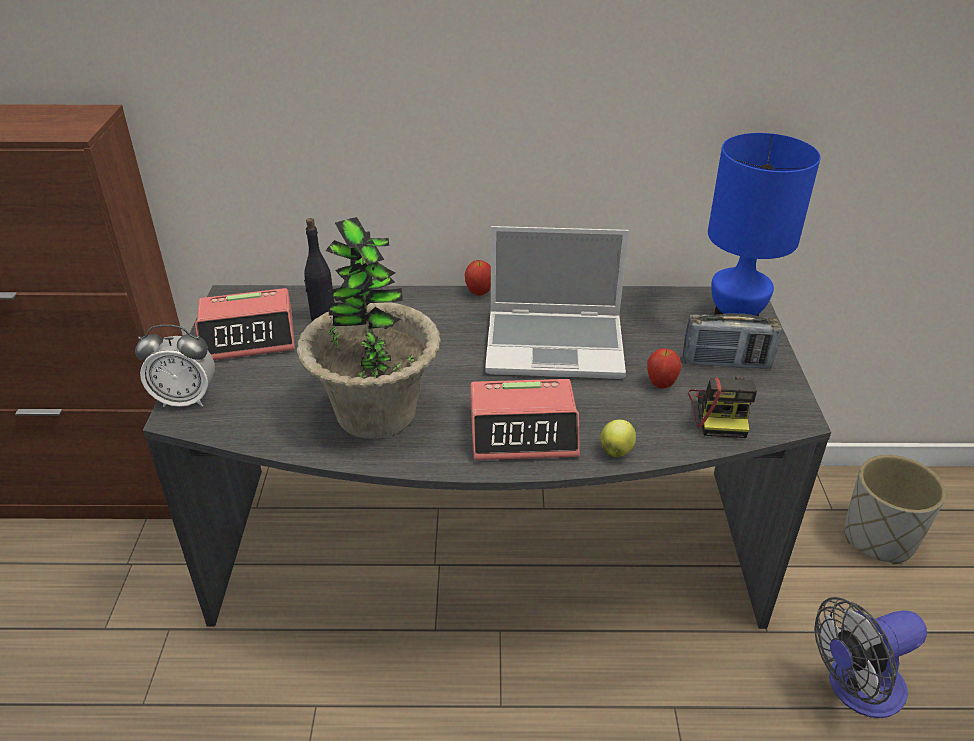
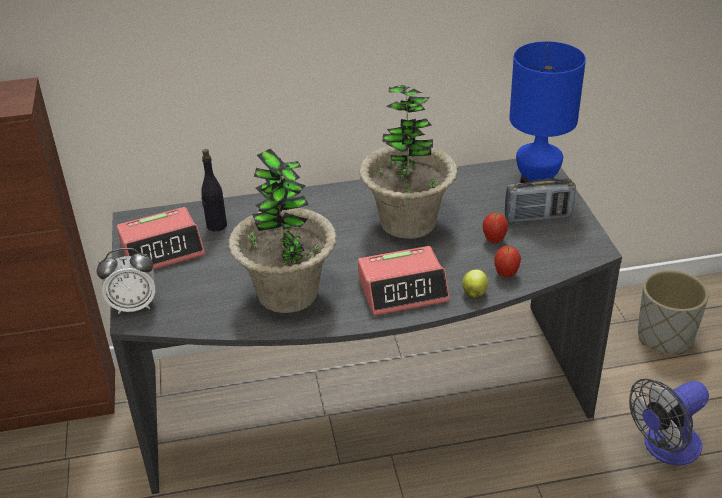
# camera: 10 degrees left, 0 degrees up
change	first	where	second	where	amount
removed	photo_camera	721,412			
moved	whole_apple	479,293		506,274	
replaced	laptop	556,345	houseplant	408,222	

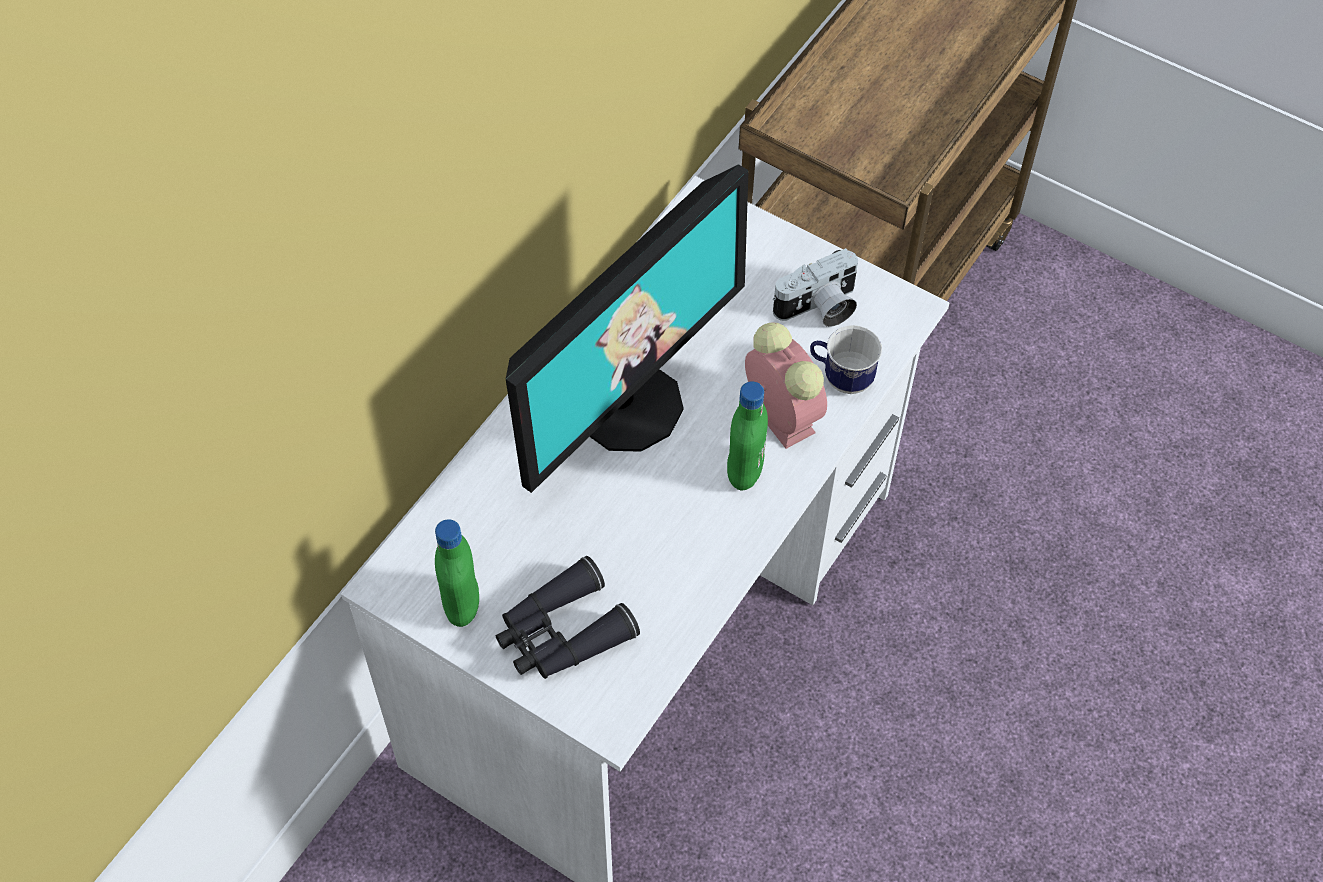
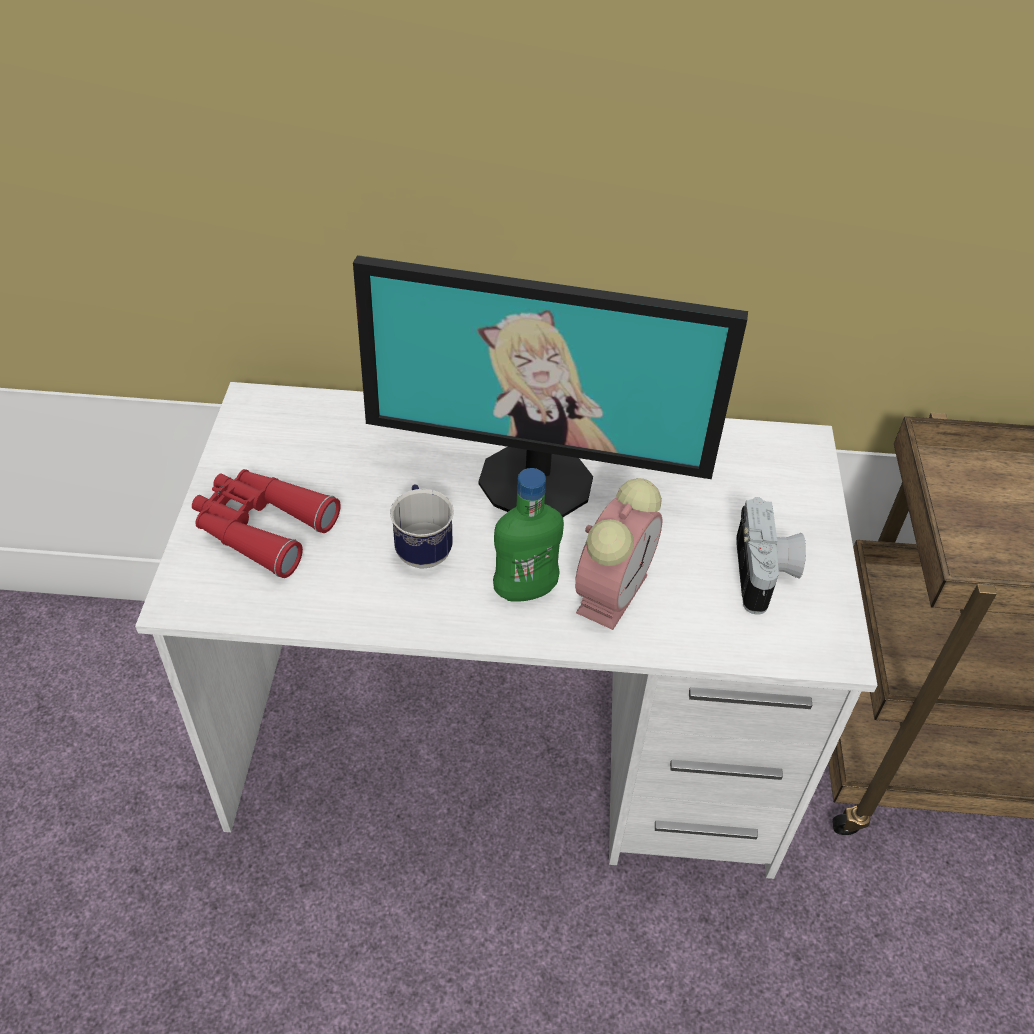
# camera: 60 degrees right, 10 degrees down
change	first	where	second	where	amount
removed	green_bottle	462,604			
moved	mug	841,377		422,547	
recoloured	black-coloured_pair_of_binoculars	561,633	red-coloured_pair_of_binoculars	261,528	
turned	photo_camera	819,308		765,574	120 degrees counterclockwise

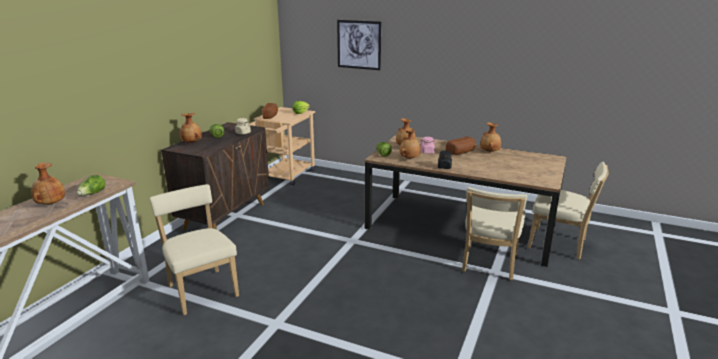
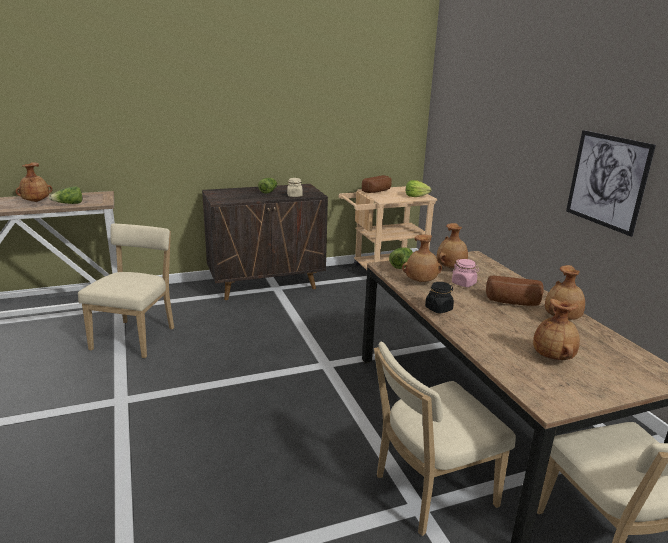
# camera: 45 degrees right, 0 degrees up
change	first	where	second	where	amount
moved	brown-coloured_decorative_vase	192,142		553,357	
moved	wall_art	359,44		607,181	

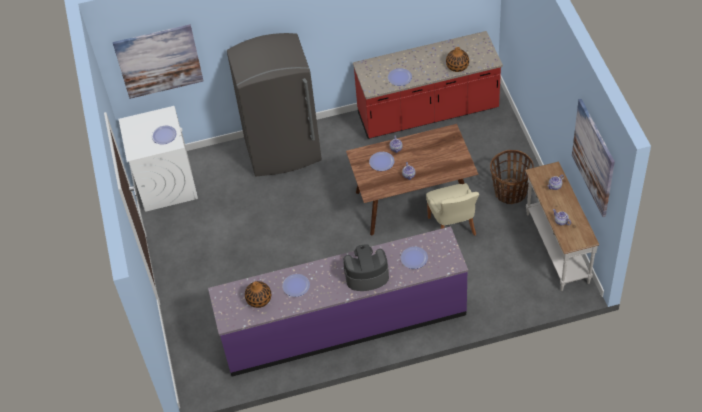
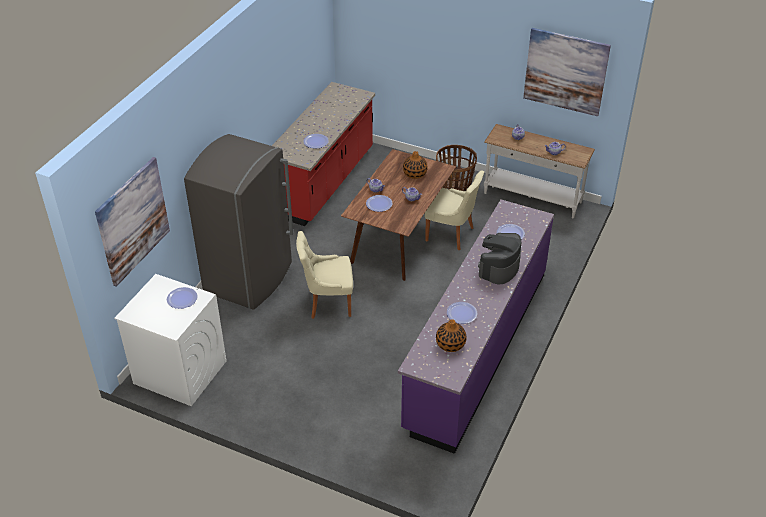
# camera: 55 degrees left, 10 degrees down
change	first	where	second	where	amount
added			beige-coloured_plain_chair	327,302	
moved	decorative_vase	457,66		415,174	

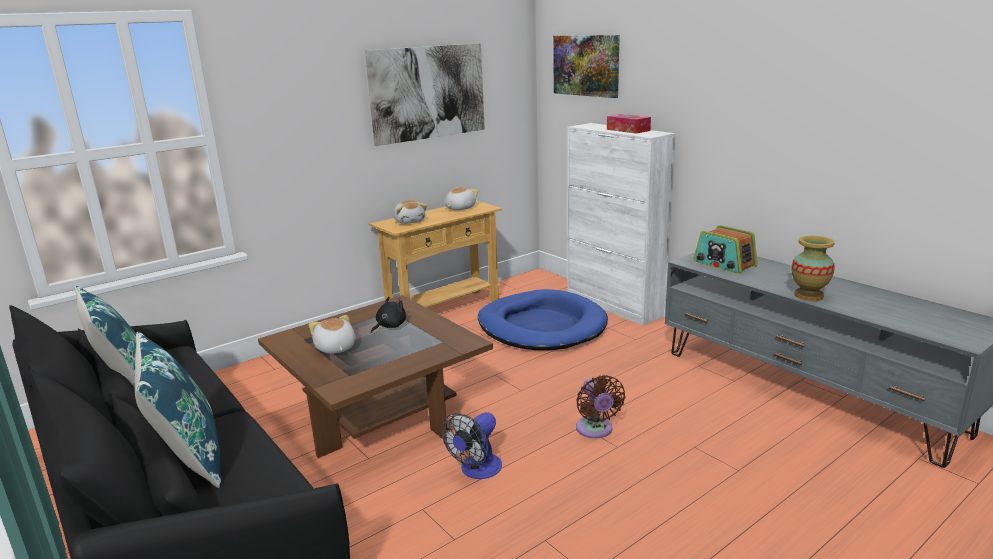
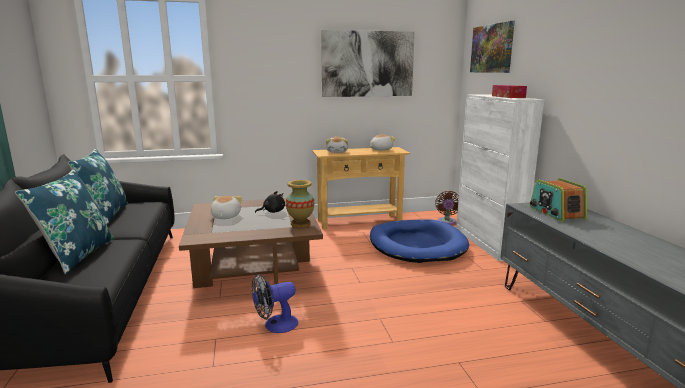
# camera: 25 degrees right, 5 degrees down
change	first	where	second	where	amount
moved	brown-coloured_electric_fan	595,430		446,222	
moved	decorative_vase	809,295		300,224	

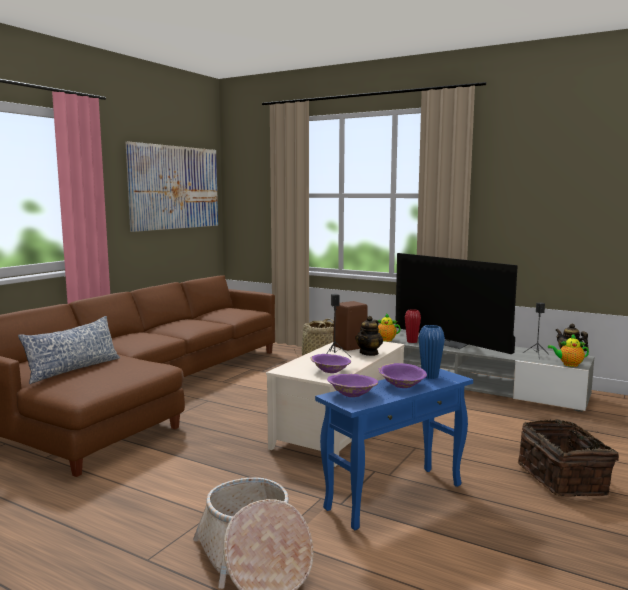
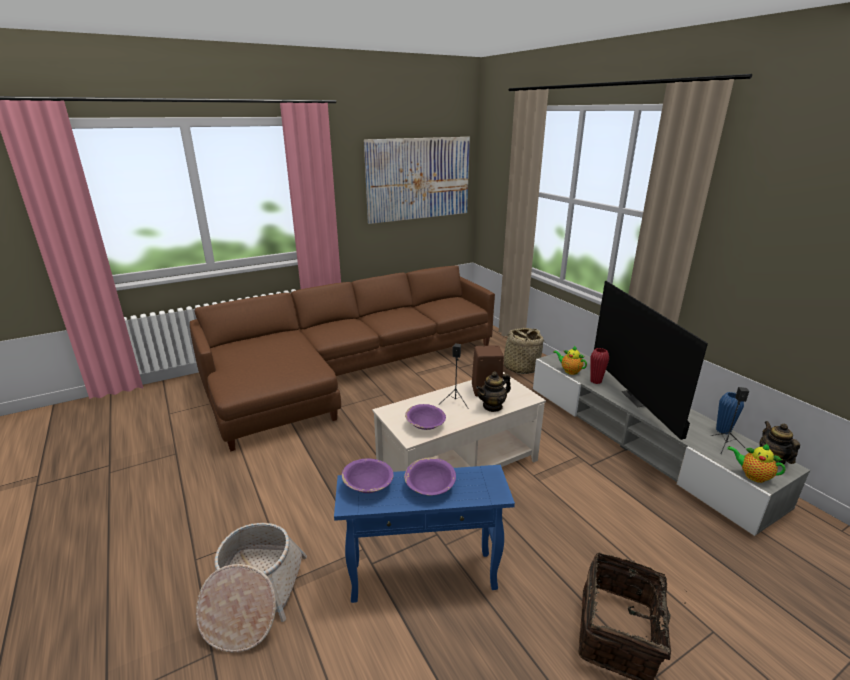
# camera: 30 degrees right, 15 degrees up
change	first	where	second	where	amount
removed	cushion	73,369			
moved	bluish_decorative_vase	430,376		723,430	

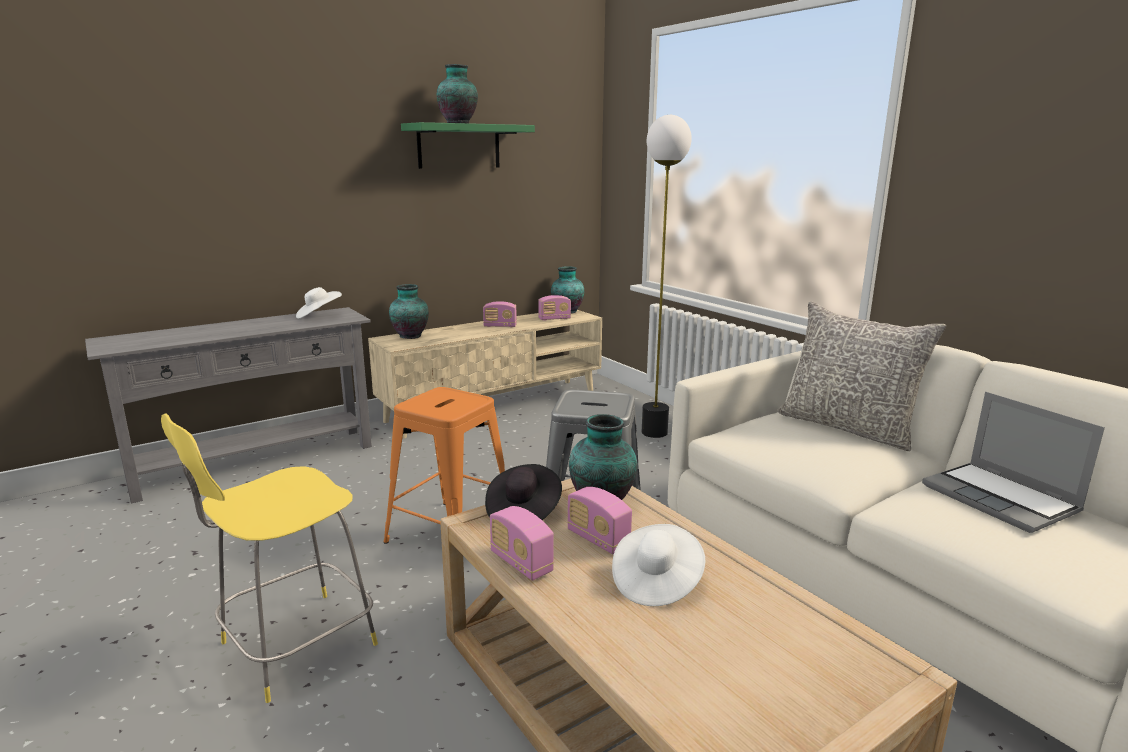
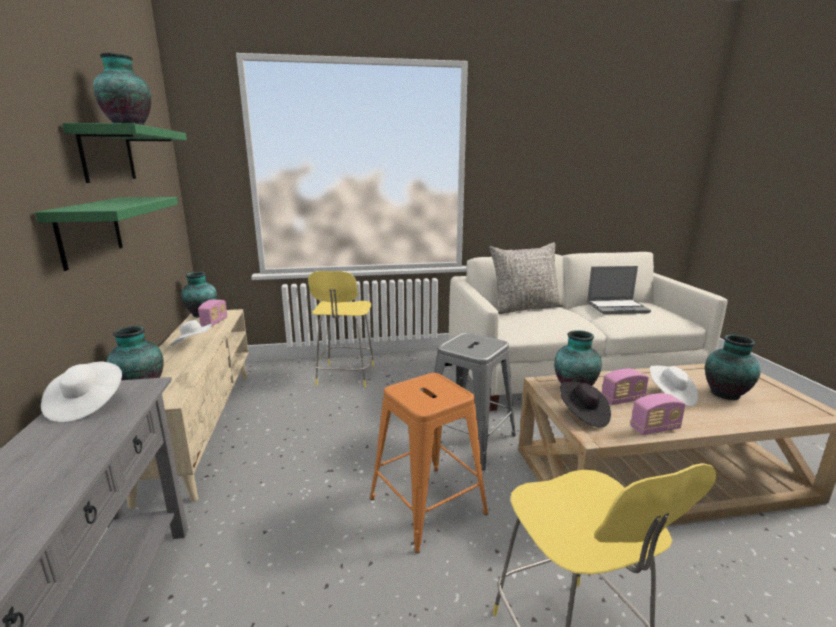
# camera: 65 degrees left, 0 degrees up
change	first	where	second	where	amount
added			green_shelf	90,231	
added			decorative_vase	727,394	
replaced	radio_set	500,326	white_wearable_hat	193,344	
replaced	floor_lamp	654,432	yellowish_stool_seat	345,376	

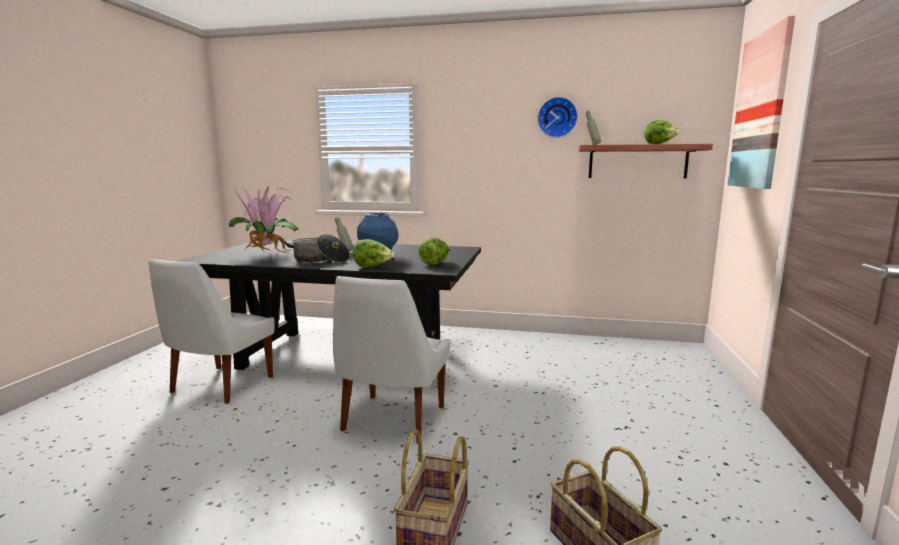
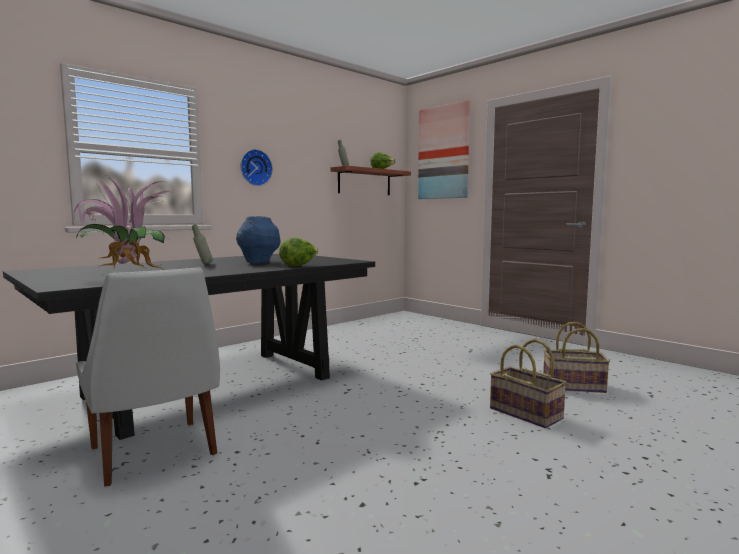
# camera: 55 degrees left, 5 degrees down
change	first	where	second	where	amount
removed	cooking_pot	320,260			
removed	white_plain_chair	392,420			
removed	lettuce_head	434,263			
moved	clock_on_the_wall	557,117		255,167	

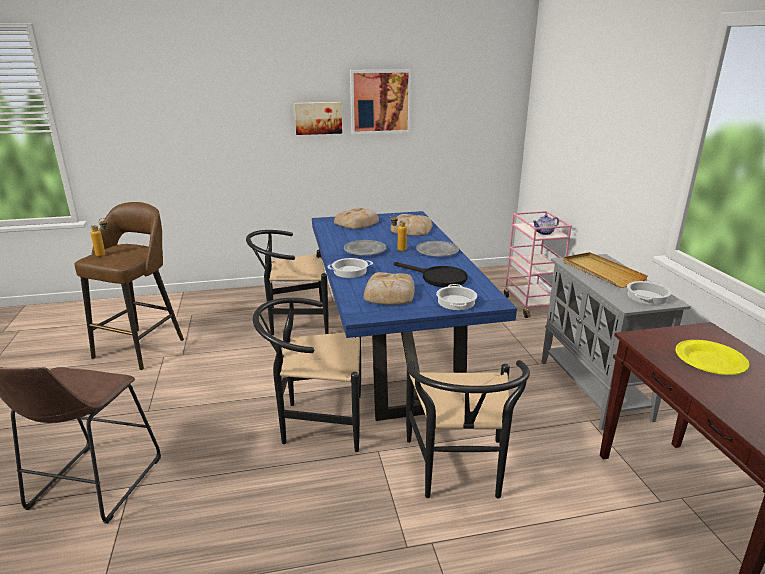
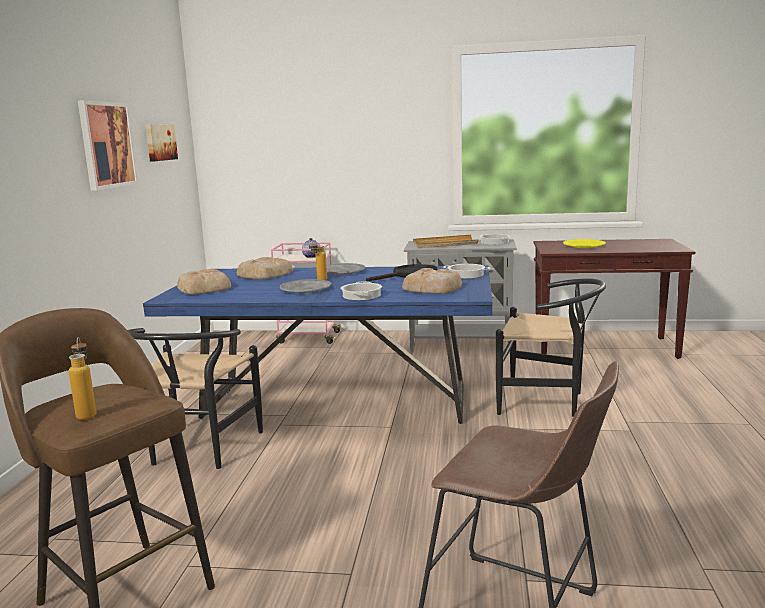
# camera: 70 degrees left, 10 degrees down
change	first	where	second	where	amount
removed	black-coloured_plain_chair	315,422			
moved	wall_art	318,118		160,142	

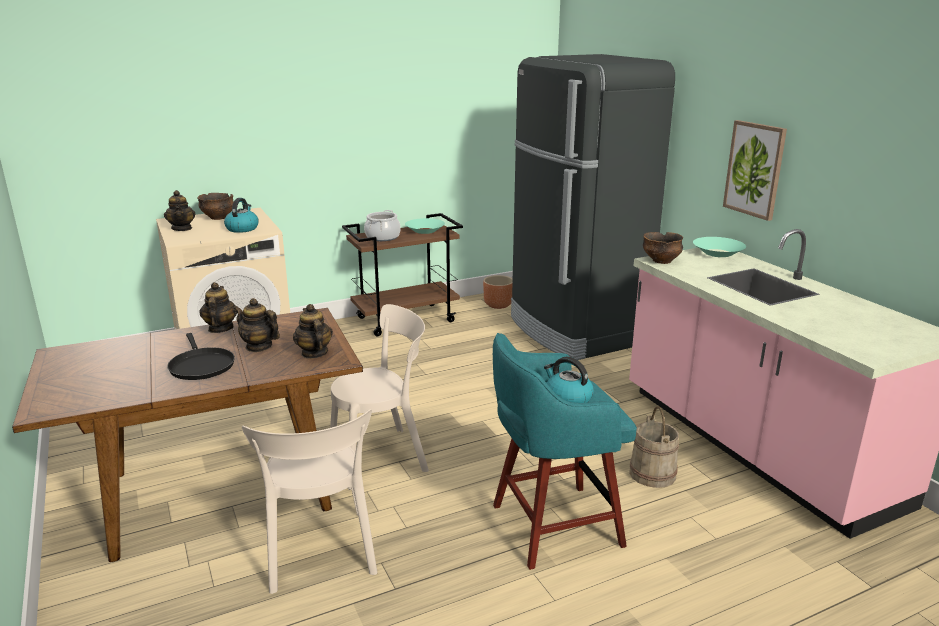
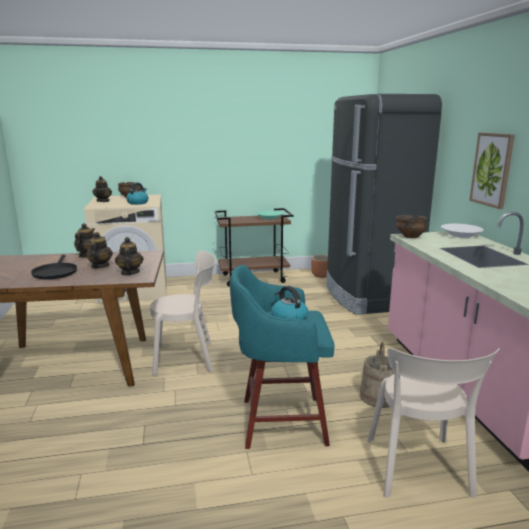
# camera: 15 degrees right, 5 degrees down
change	first	where	second	where	amount
removed	cooking_pot	383,237			
moved	beige-coloured_plain_chair	320,555		419,470	
recoloured	turquoise_bowl	717,253	white_bowl	460,235	
turned	tea_pot	259,346		100,266	45 degrees clockwise

